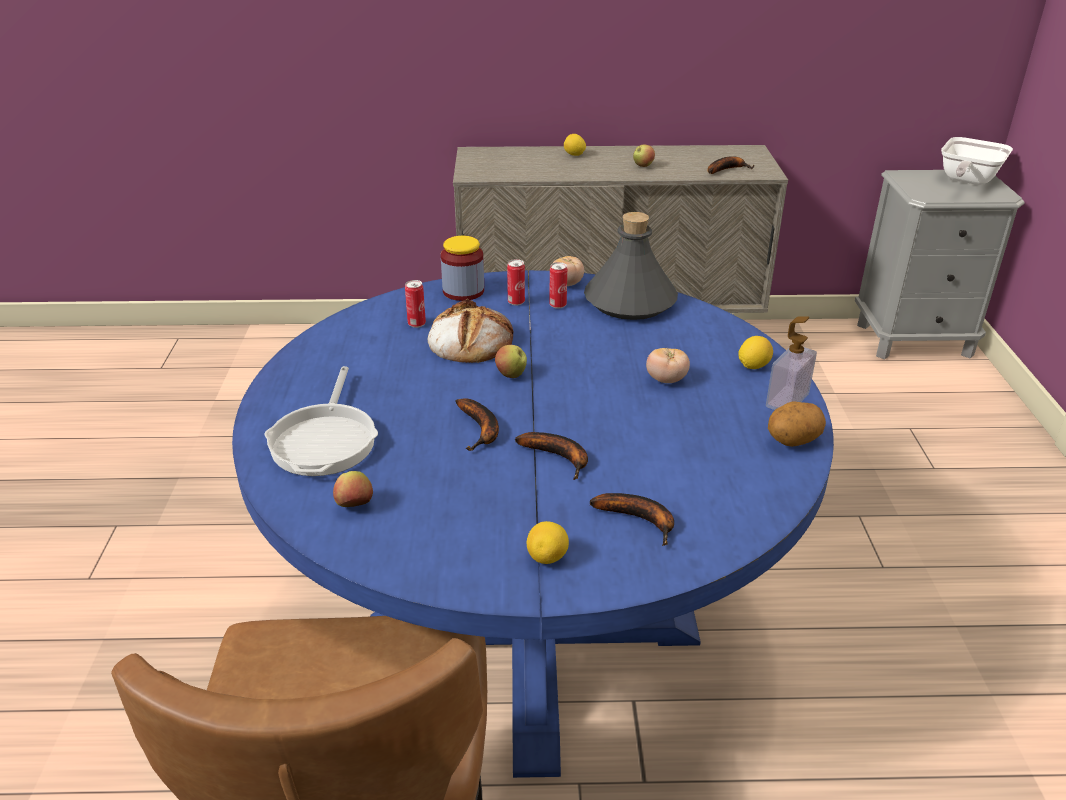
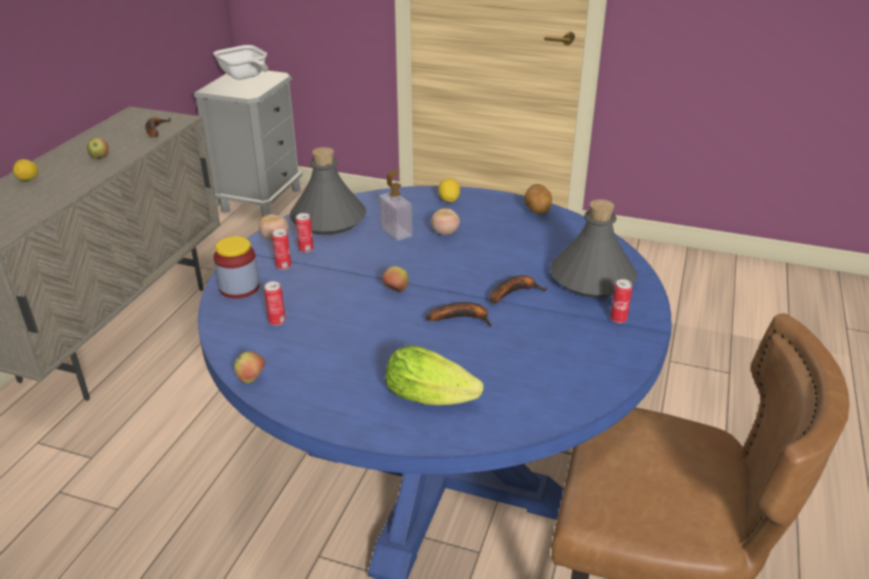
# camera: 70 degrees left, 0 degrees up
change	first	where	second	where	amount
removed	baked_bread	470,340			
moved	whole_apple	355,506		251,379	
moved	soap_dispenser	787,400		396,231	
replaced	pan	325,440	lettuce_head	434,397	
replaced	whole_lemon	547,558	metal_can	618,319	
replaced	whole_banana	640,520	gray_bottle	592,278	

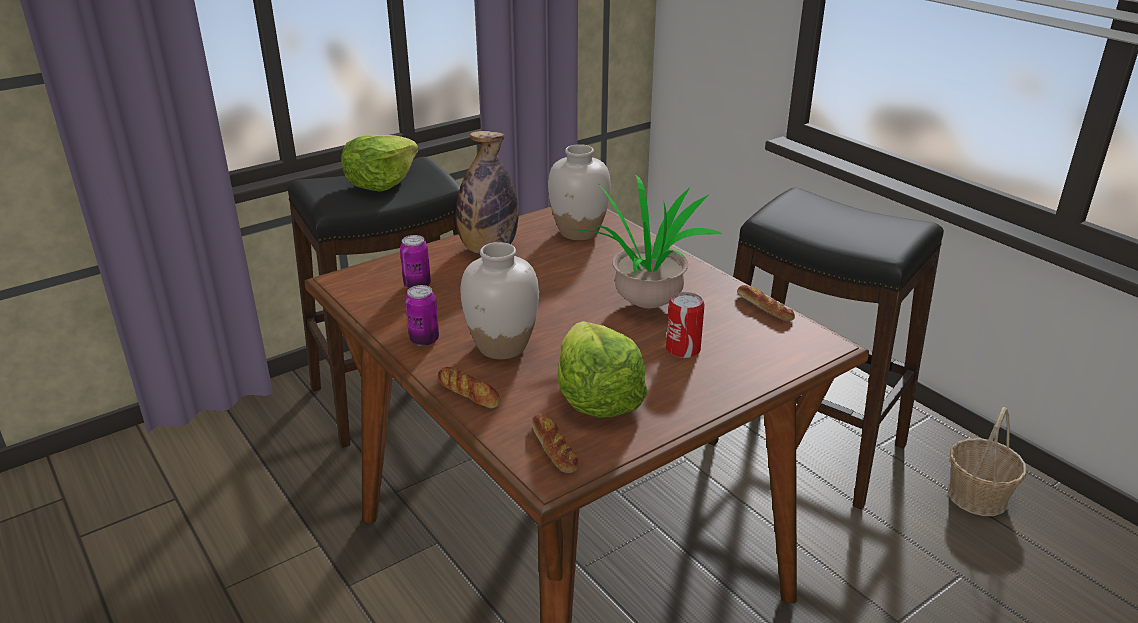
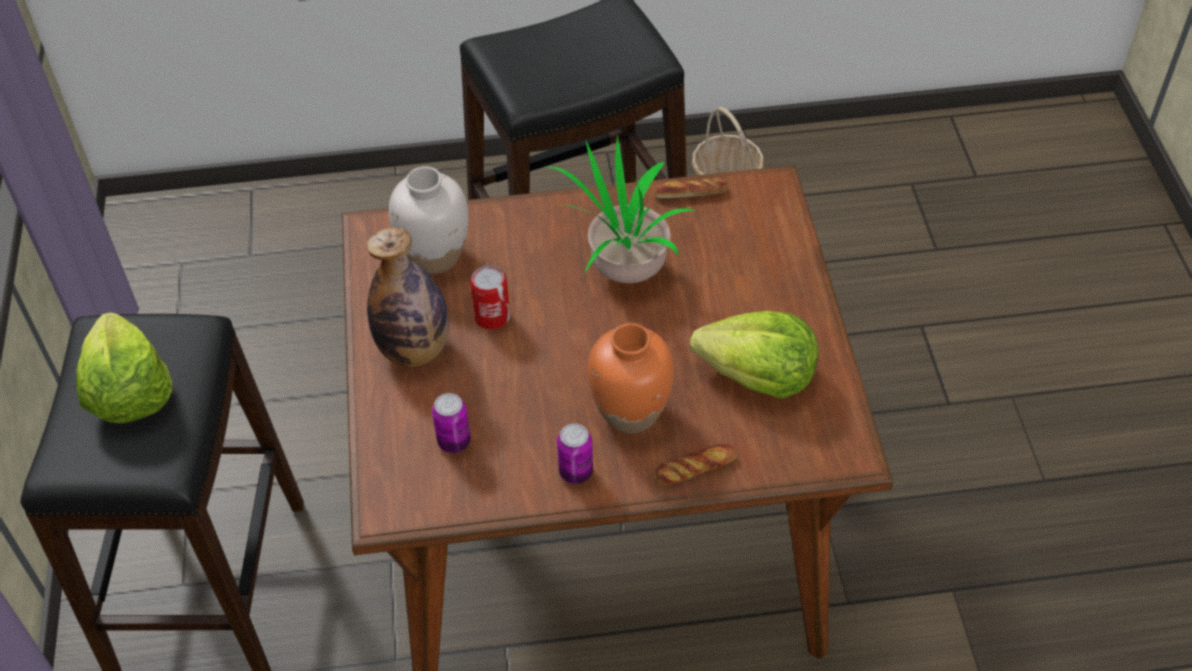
# camera: 60 degrees left, 20 degrees up
change	first	where	second	where	amount
removed	baked_bread	553,448			
moved	metal_can	683,349		492,317	
recoloured	white_decorative_vase	501,347	orange_decorative_vase	630,413	

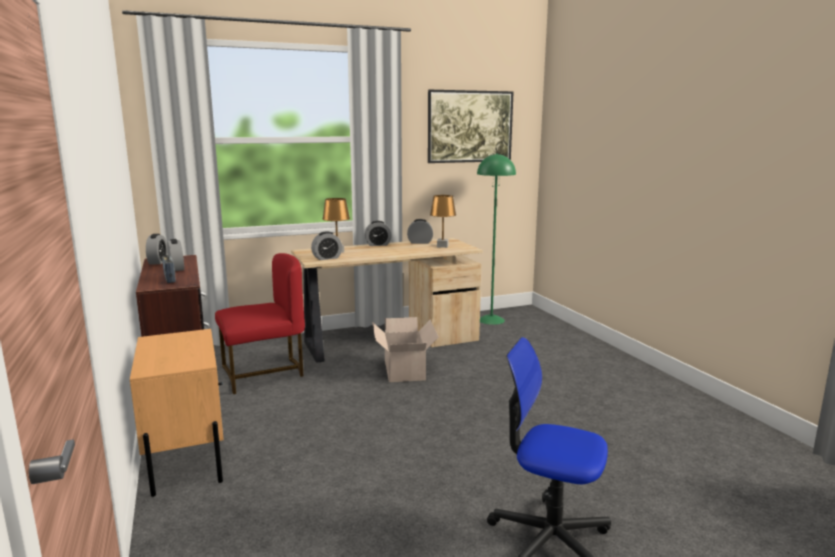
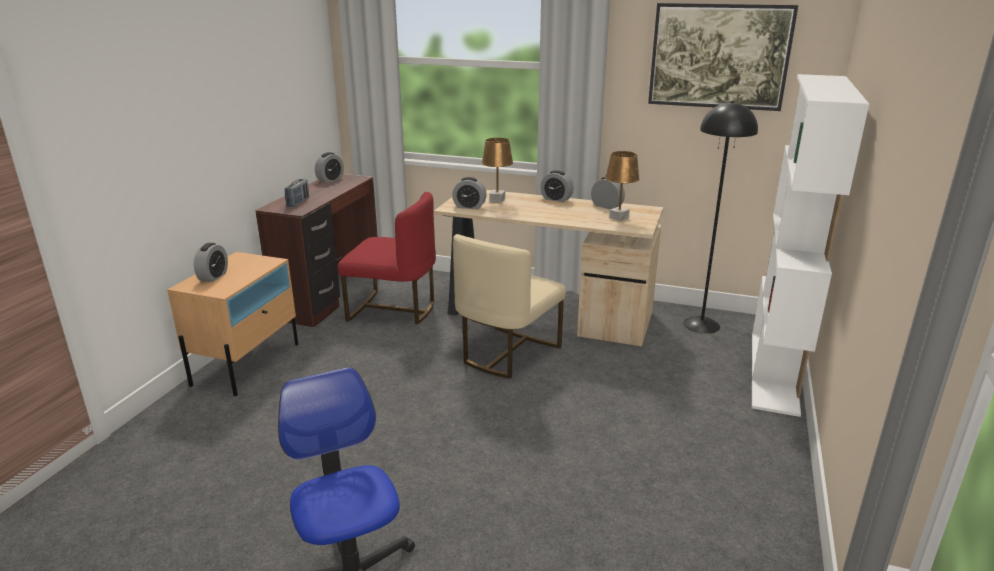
# camera: 40 degrees right, 10 degrees up
change	first	where	second	where	amount
added			white_bookshelf	774,372	
moved	bedside_clock	176,268		213,276	
replaced	packing_box	404,371	beige-coloured_plain_chair	507,353	
recoloured	green_floor_lamp	491,320	black-coloured_floor_lamp	701,325	

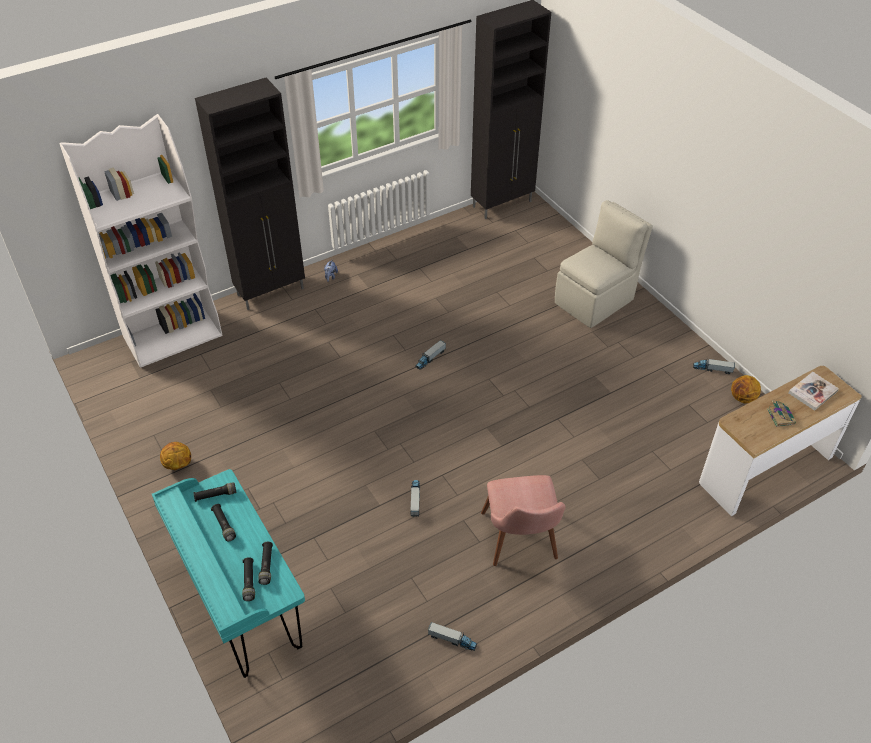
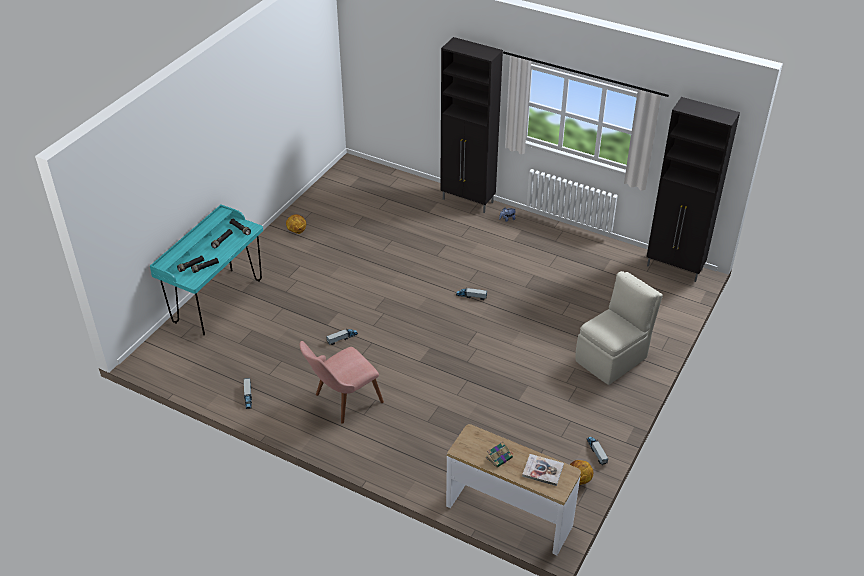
# camera: 60 degrees right, 5 degrees down
change	first	where	second	where	amount
removed	white_bookshelf	173,336			
turned	beige-coloured_plain_chair	596,300		612,358	60 degrees counterclockwise

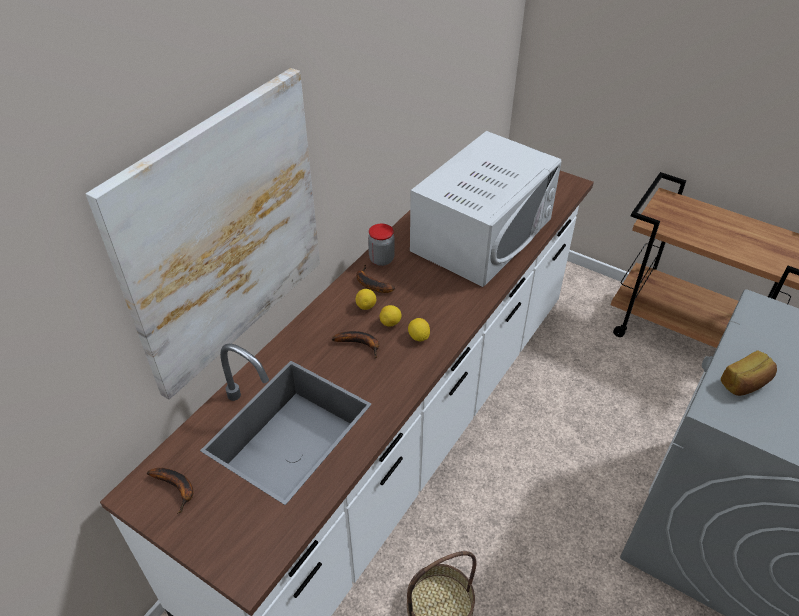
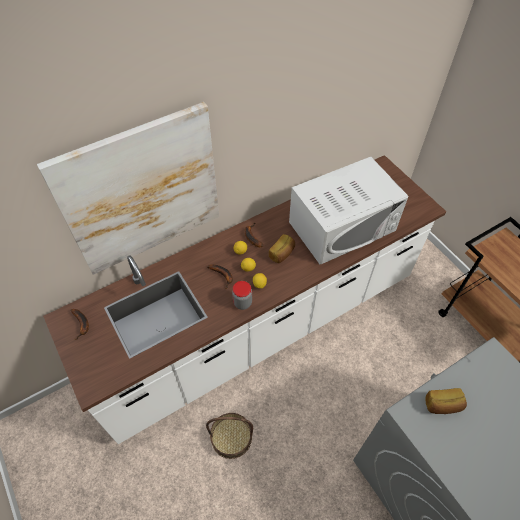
# camera: 25 degrees right, 10 degrees up
change	first	where	second	where	amount
added			baked_bread	282,254	
moved	jar	381,259		242,303	

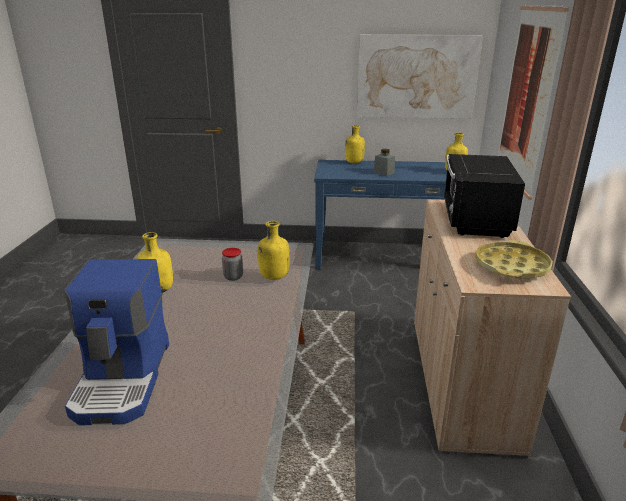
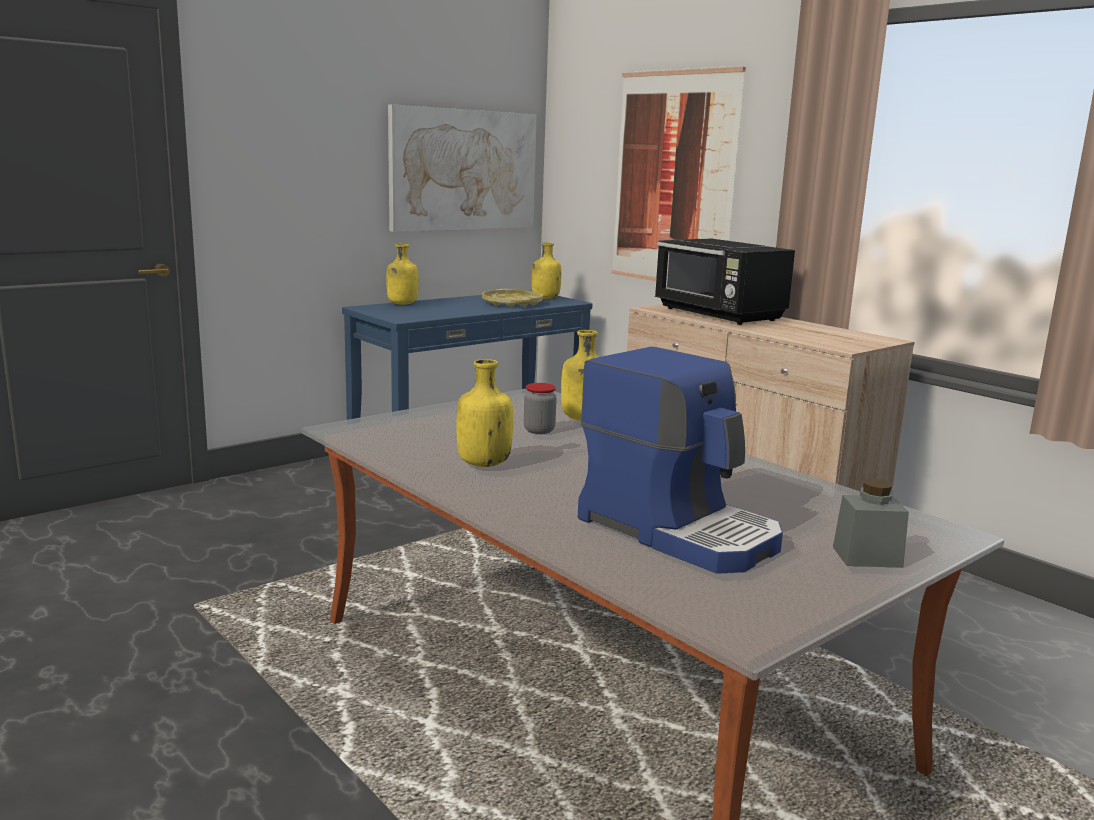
# camera: 45 degrees left, 10 degrees down
change	first	where	second	where	amount
moved	gray_jar	384,172		867,557	
moved	yellowish_tray	511,266		512,303	

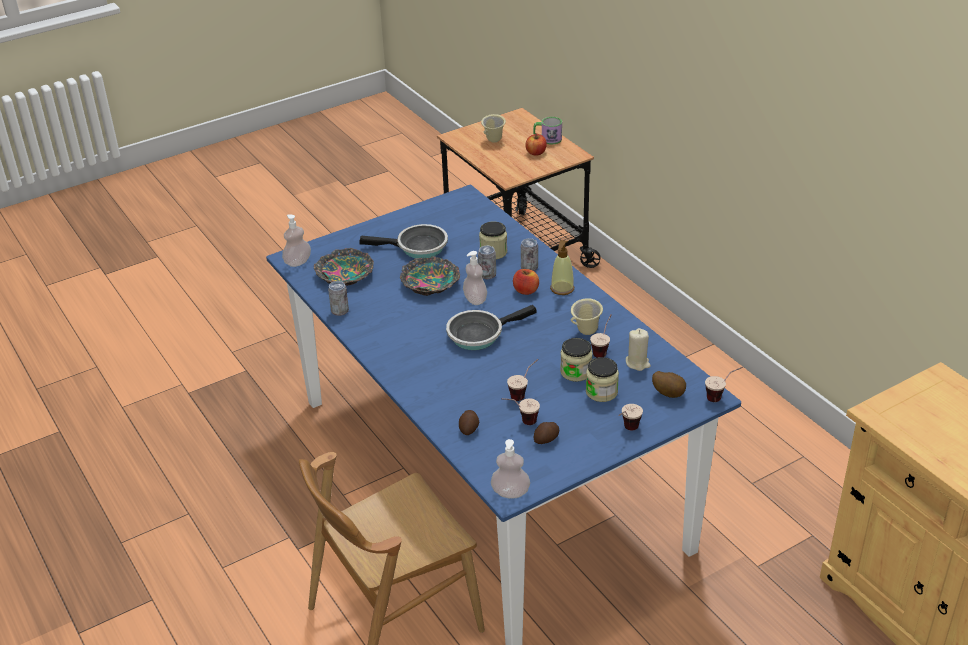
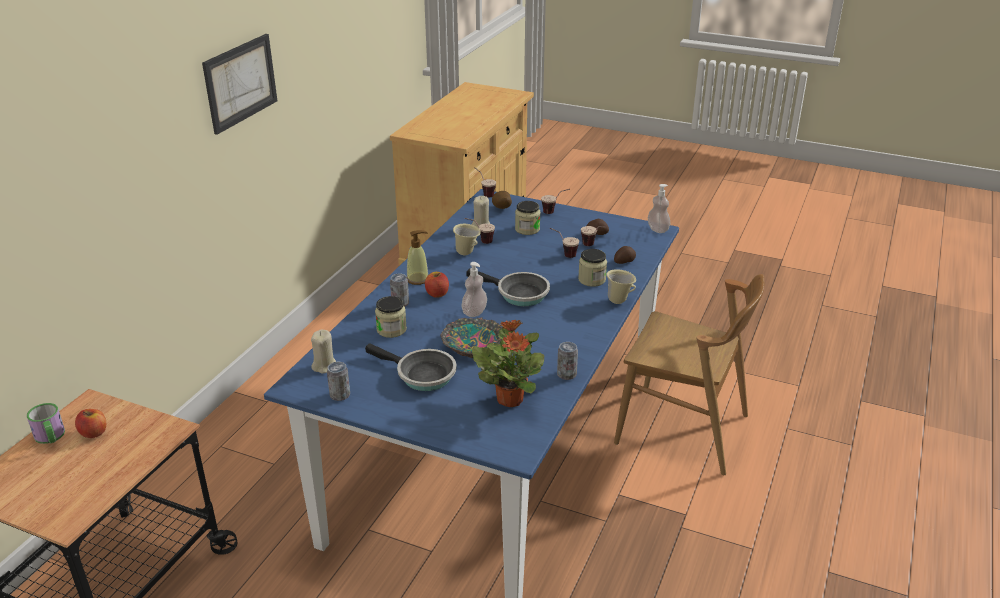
# camera: 125 degrees left, 5 degrees down
change	first	where	second	where	amount
removed	soap_dispenser	297,262			
added			wall_art	240,82	
added			beige-coloured_wax_candle	324,366	
moved	metal_can	487,275		340,395	
moved	beige-coloured_mug	494,141		619,300	
moved	jar	576,372		592,280	
replaced	bowl	345,275	houseplant	510,399	
turned	pan	417,247		421,375	150 degrees clockwise

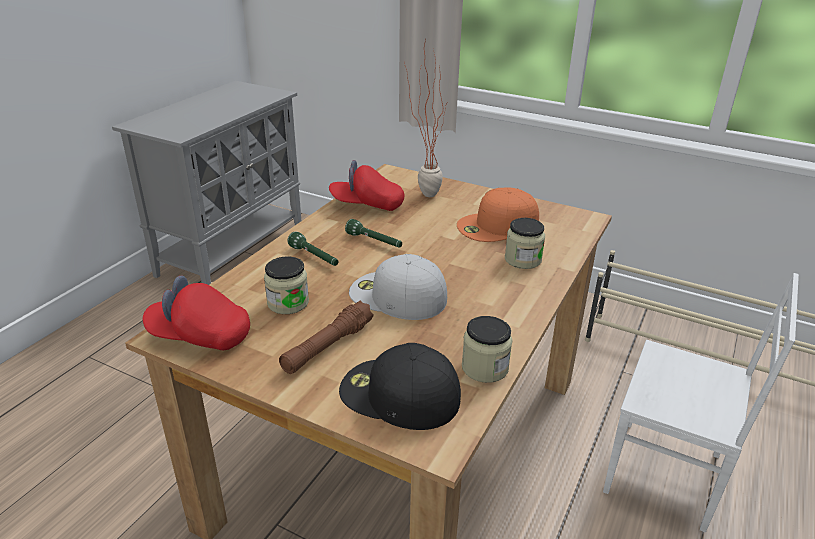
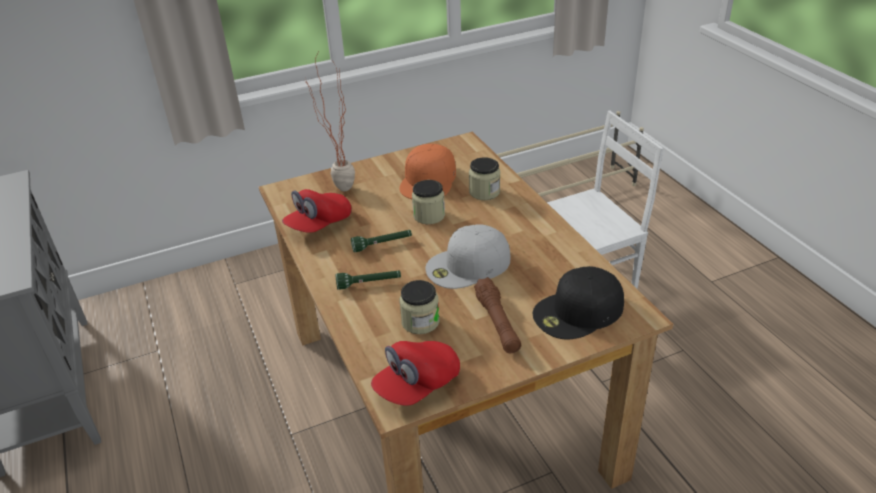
# camera: 50 degrees left, 5 degrees up
change	first	where	second	where	amount
moved	jar	485,368		429,215	

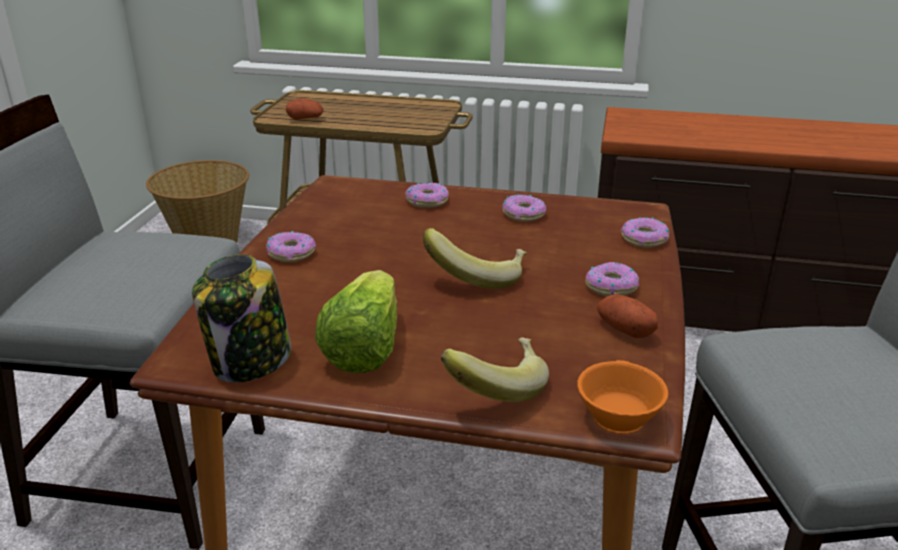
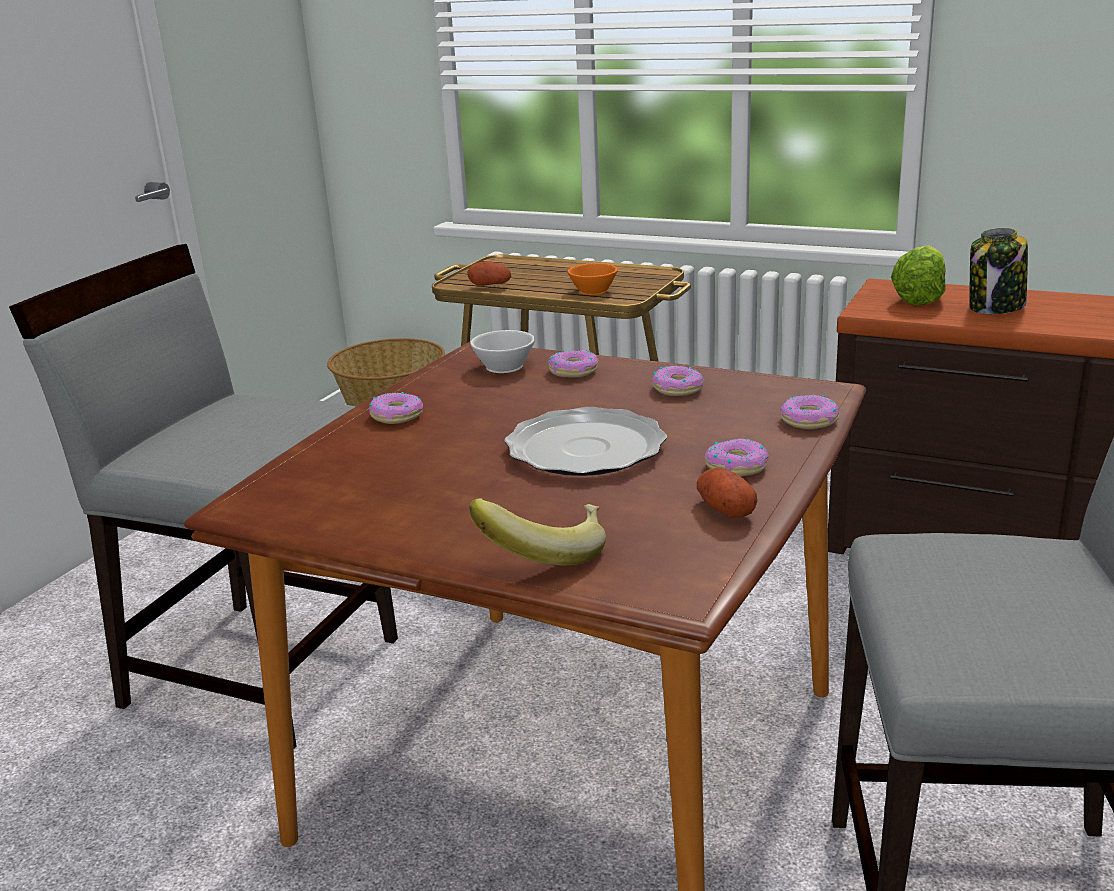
# camera: 15 degrees right, 5 degrees down
change	first	where	second	where	amount
added			white_drinking_cup	502,366	
moved	jar	250,362		995,307	
moved	lettuce_head	364,348		919,297	
moved	orange_drinking_cup	615,415		592,290	
replaced	whole_banana	477,277	flat_dish	587,448	

